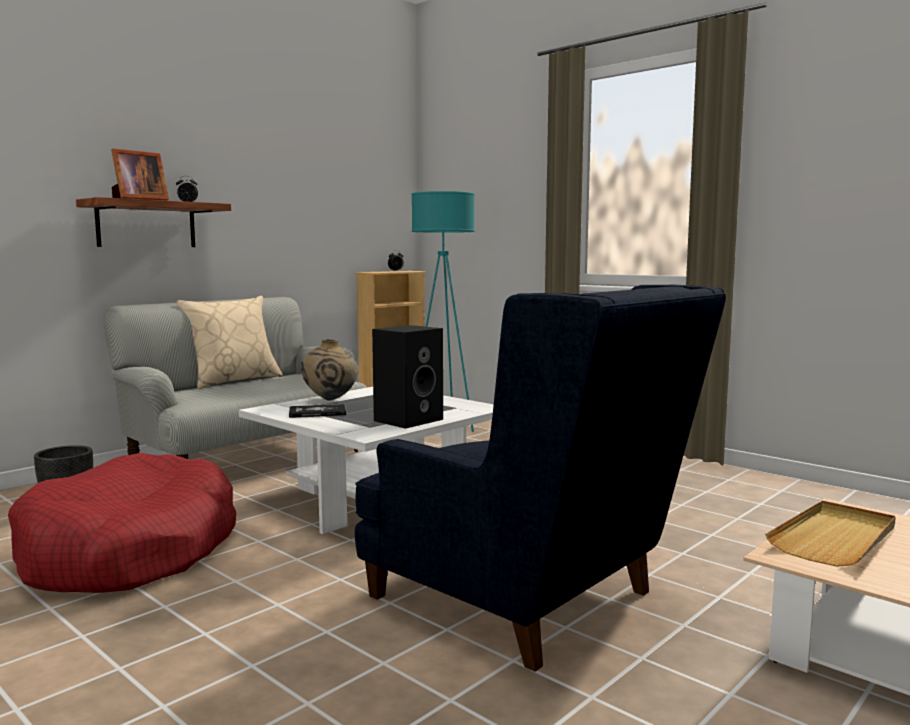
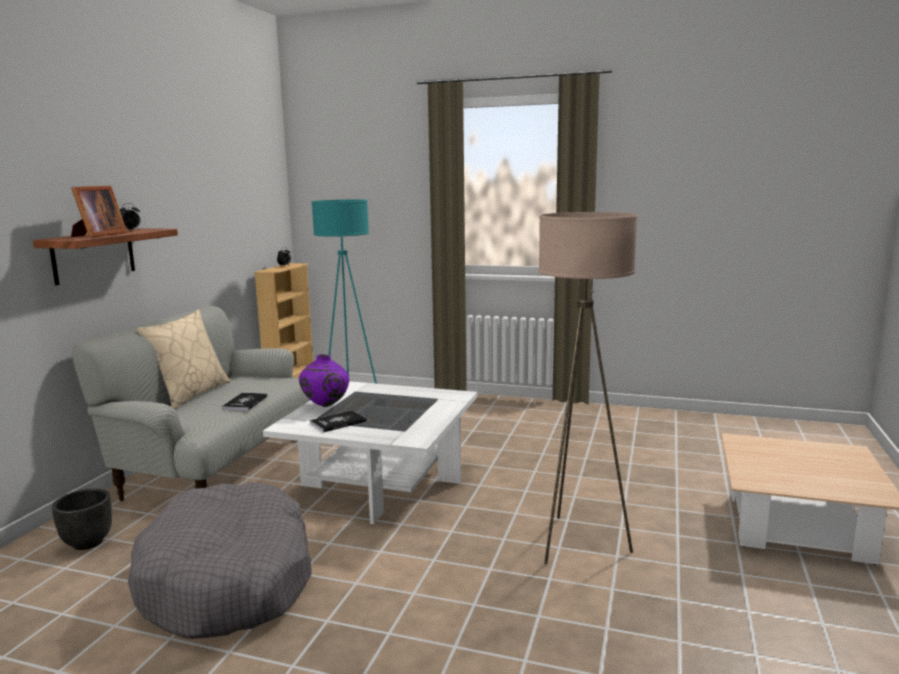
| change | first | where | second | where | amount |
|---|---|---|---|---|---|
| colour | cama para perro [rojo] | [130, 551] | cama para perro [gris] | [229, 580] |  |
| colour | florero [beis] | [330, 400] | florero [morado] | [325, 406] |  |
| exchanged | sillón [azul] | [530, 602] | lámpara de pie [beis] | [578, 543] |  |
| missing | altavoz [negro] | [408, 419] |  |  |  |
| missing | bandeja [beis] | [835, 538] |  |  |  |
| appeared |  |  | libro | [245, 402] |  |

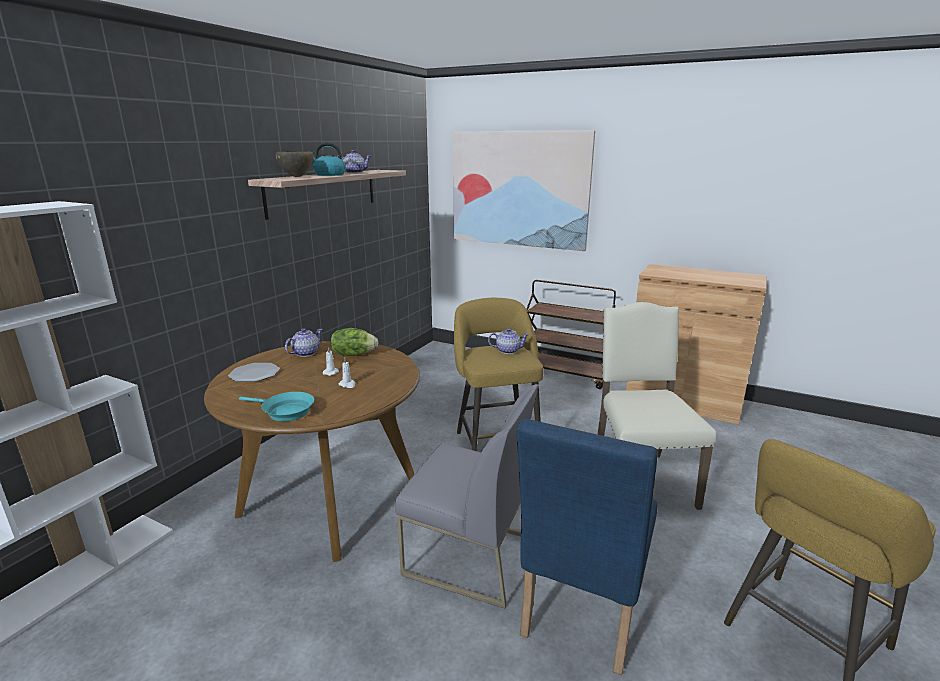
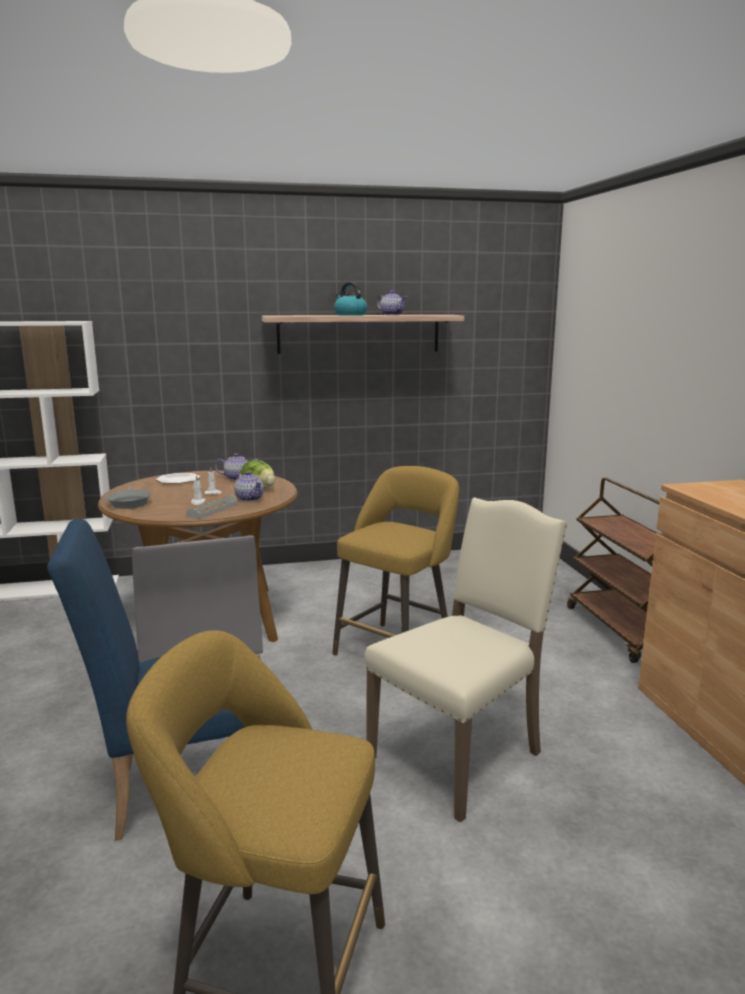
| change | first | where | second | where | amount |
|---|---|---|---|---|---|
| colour | sartén [turquesa] | [285, 411] | sartén [gris] | [129, 503] |  |
| missing | cuenco [marrón] | [297, 177] |  |  |  |
| missing | cuadro | [519, 189] |  |  |  |
| relocated | tetera | [508, 350] |  | [249, 498] |  |
| appeared |  |  | bandeja [gris] | [212, 510] |  |

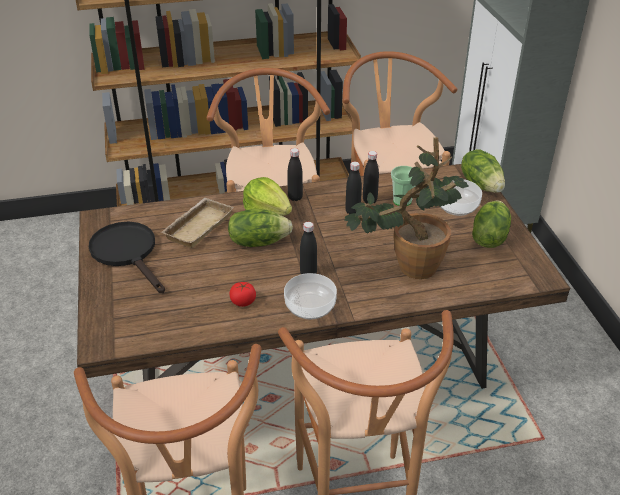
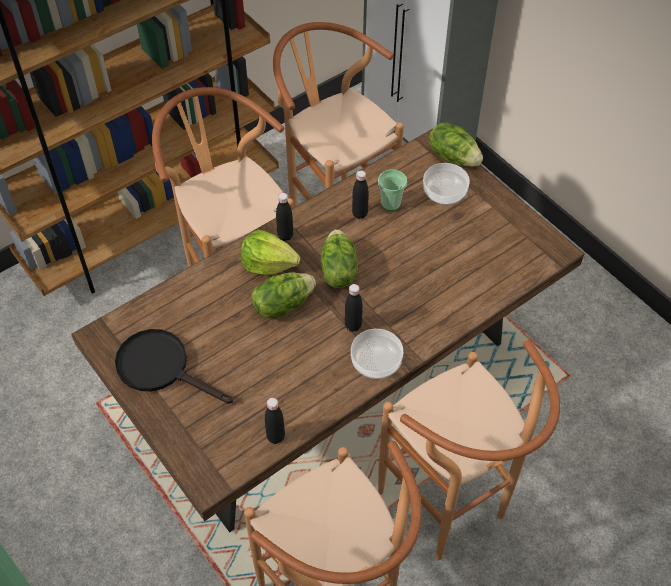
| change | first | where | second | where | amount |
|---|---|---|---|---|---|
| missing | bandeja [beis] | [197, 226] |  |  |  |
| missing | tomate | [243, 302] |  |  |  |
| missing | planta en maceta | [407, 267] |  |  |  |
| relocated | botella [negro] | [352, 211] |  | [275, 437] |  |
| relocated | lechuga | [488, 237] |  | [338, 270] |  |

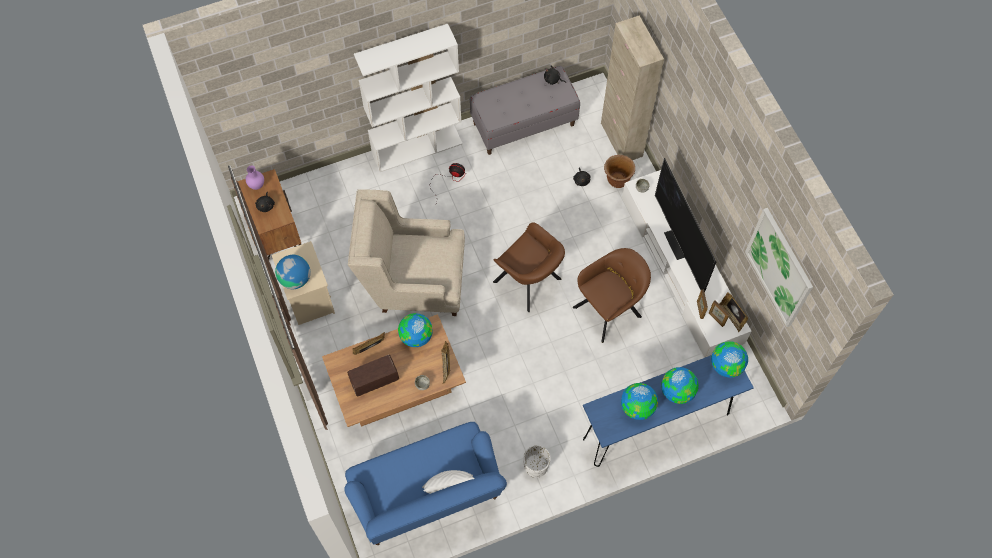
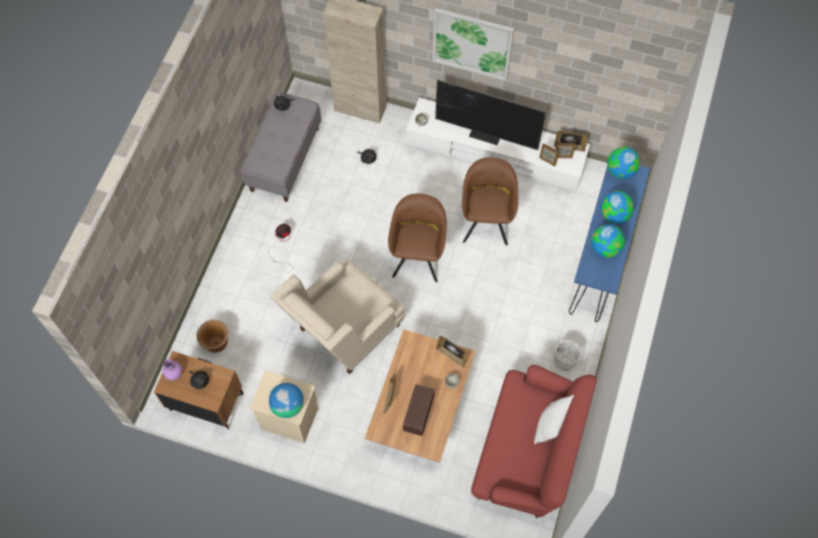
| change | first | where | second | where | amount |
|---|---|---|---|---|---|
| colour | sofá [azul] | [427, 496] | sofá [rojo] | [526, 453] |  |
| missing | estantería [blanco] | [417, 148] |  |  |  |
| missing | globo terráqueo | [416, 337] |  |  |  |
| spun | sillón [marrón] | [529, 283] |  | [418, 255] | 75 degrees counterclockwise |
| relocated | maceta [marrón] | [617, 180] |  | [216, 343] |  |
| relocated | cuadro | [779, 267] |  | [472, 43] |  |

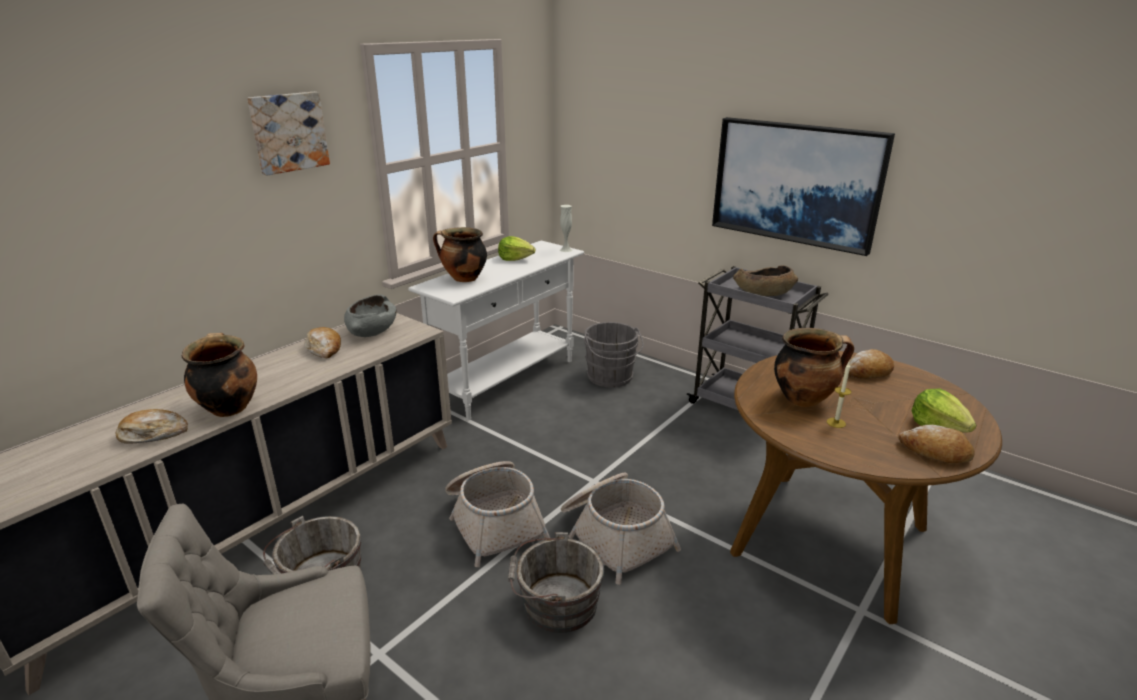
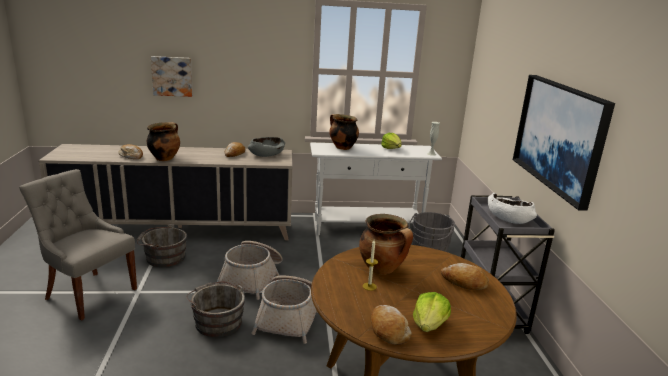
| change | first | where | second | where | amount |
|---|---|---|---|---|---|
| relocated | cuadro | [288, 132] |  | [172, 76] |  |
| colour | cuenco [marrón] | [763, 292] | cuenco [blanco] | [508, 218] |  |

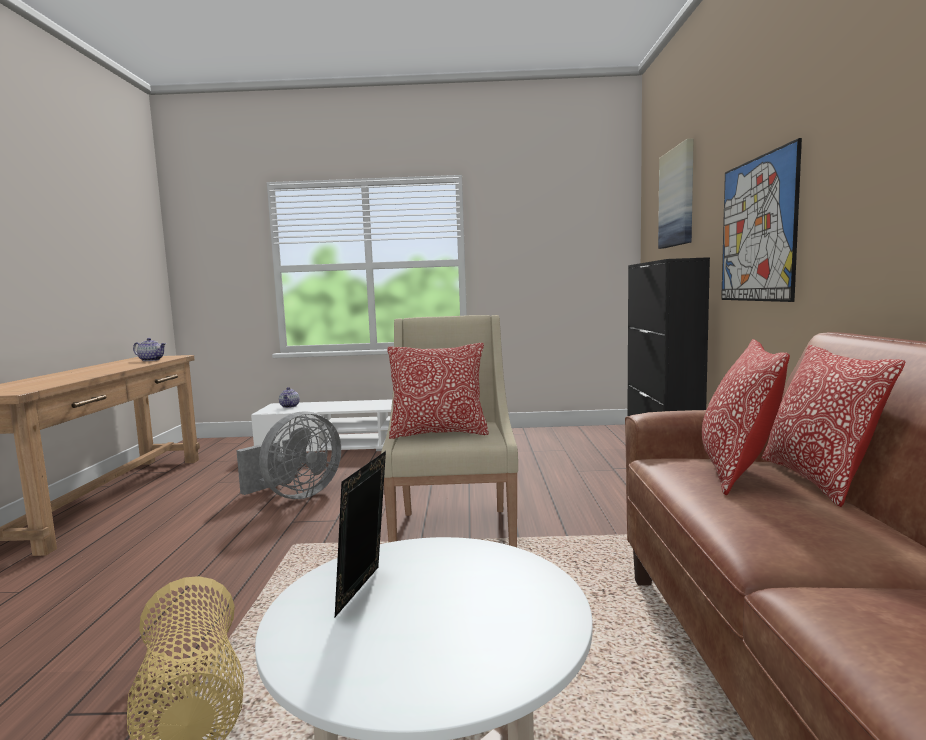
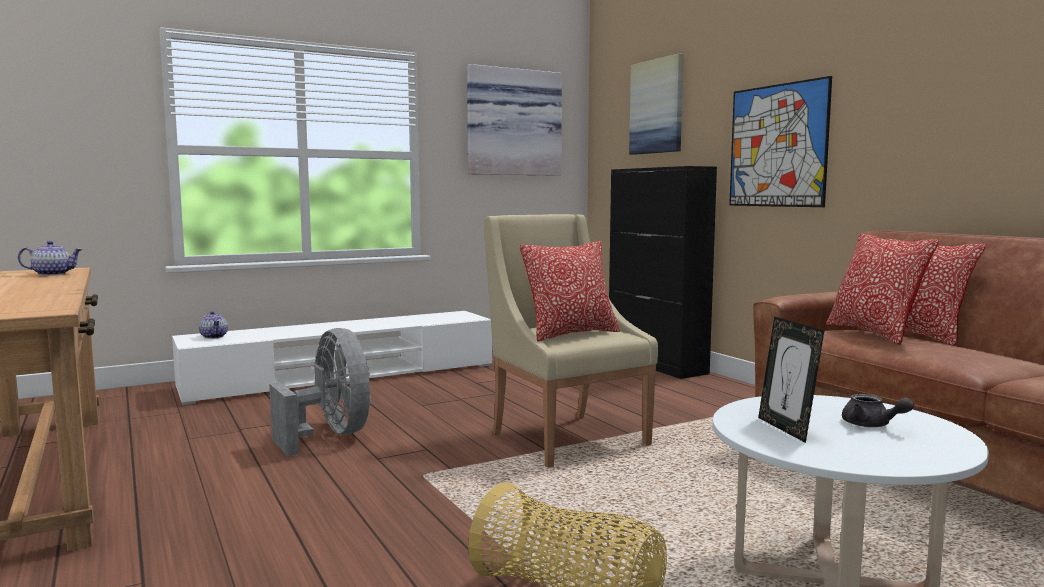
| change | first | where | second | where | amount |
|---|---|---|---|---|---|
| spun | ventilador [gris] | [296, 495] |  | [331, 436] | 45 degrees counterclockwise |
| appeared |  |  | cuadro | [513, 122] |  |
| appeared |  |  | tetera [gris] | [871, 425] |  |

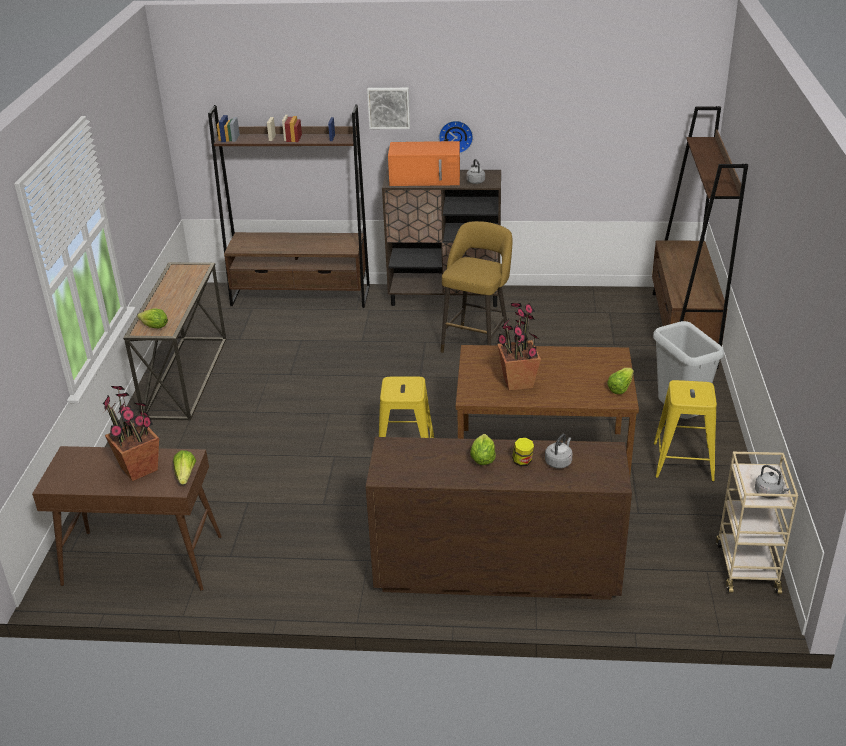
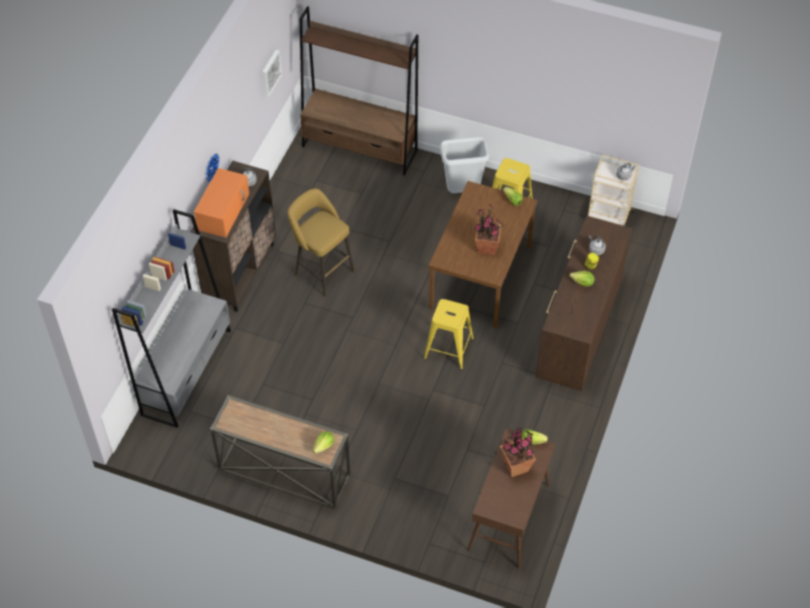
| change | first | where | second | where | amount |
|---|---|---|---|---|---|
| colour | estantería [marrón] | [301, 296] | estantería [gris] | [187, 372] |  |
| relocated | cuadro | [389, 107] |  | [270, 72] |  |

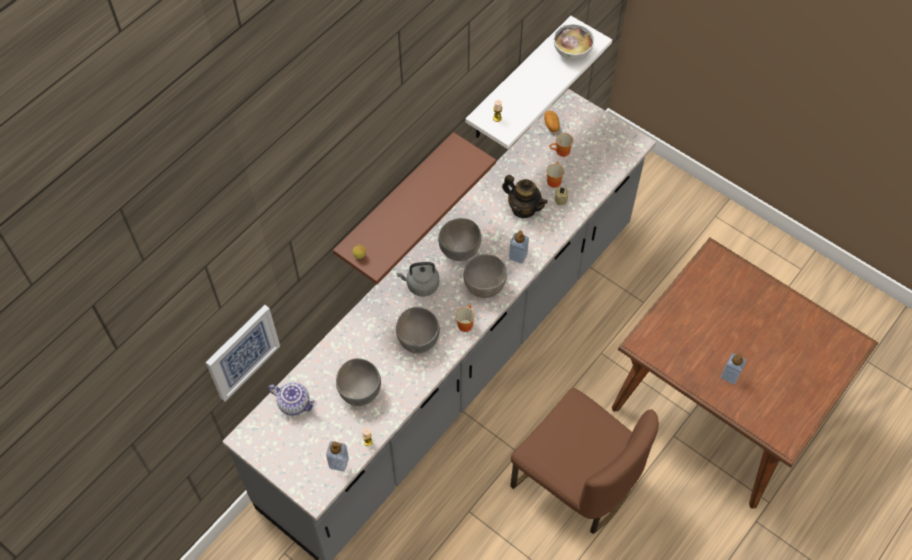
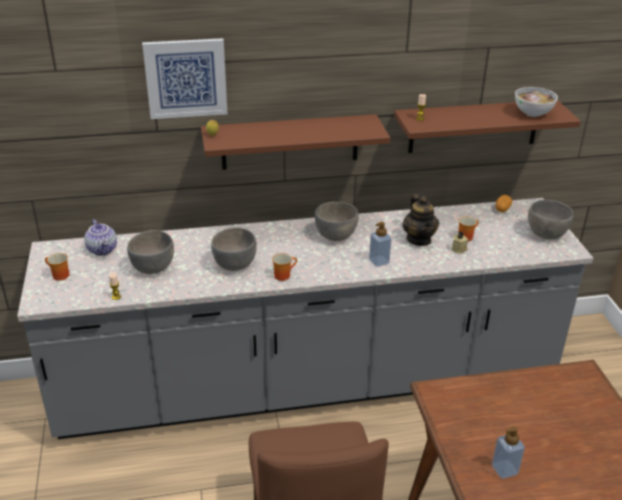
| change | first | where | second | where | amount |
|---|---|---|---|---|---|
| relocated | cuadro | [242, 352] |  | [186, 78] |  |
| missing | dispensador de jabón | [339, 462] |  |  |  |
| missing | hervidor [gris] | [421, 285] |  |  |  |
| relocated | cuenco [gris] | [484, 287] |  | [545, 234] |  |
| colour | estante [blanco] | [518, 81] | estante [marrón] | [474, 126] |  |
| relocated | taza grande | [561, 152] |  | [58, 276] |  |

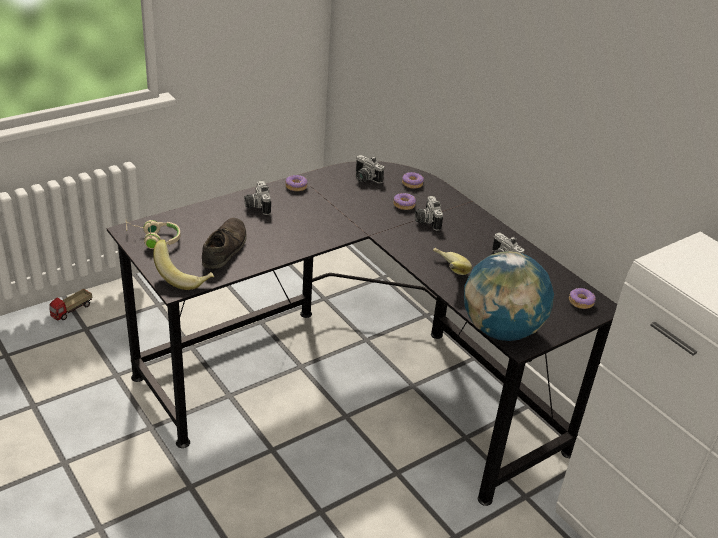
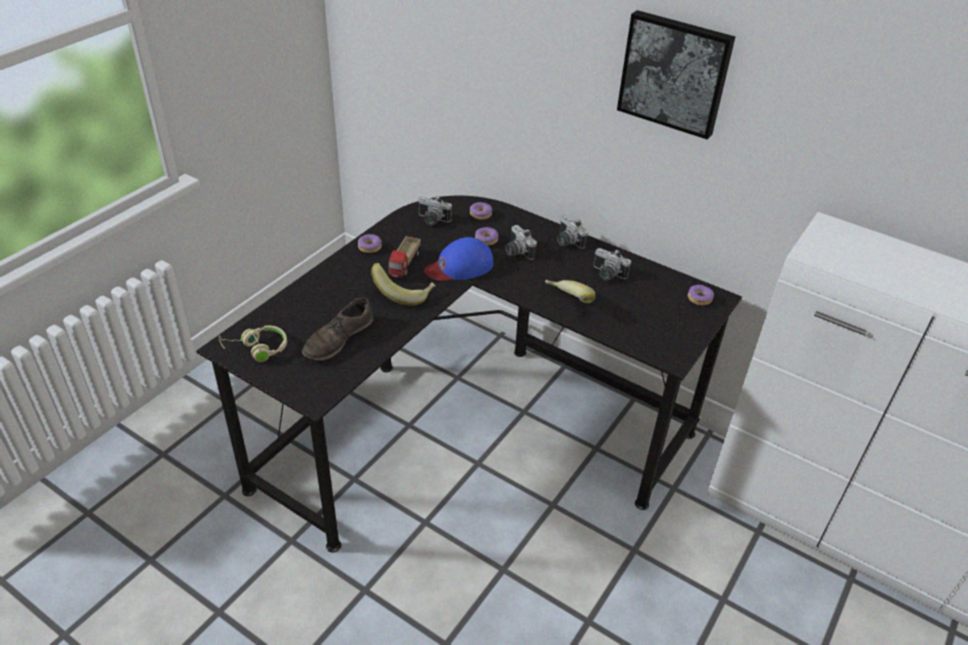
| change | first | where | second | where | amount |
|---|---|---|---|---|---|
| relocated | camión de juguete | [72, 311] |  | [405, 265] |  |
| relocated | plátano | [184, 277] |  | [404, 294] |  |
| spun | zapato [marrón] | [224, 248] |  | [338, 338] | 135 degrees counterclockwise |
| relocated | cámara | [256, 206] |  | [567, 242] |  |
| missing | globo terráqueo | [501, 330] |  |  |  |
| appeared |  |  | gorra [azul] | [460, 266] |  |
| appeared |  |  | cuadro | [675, 73] |  |

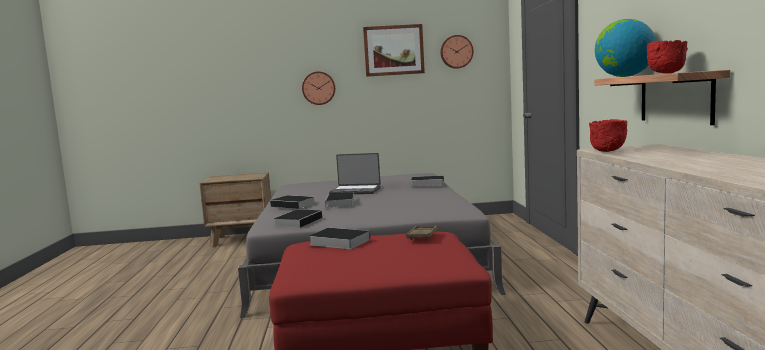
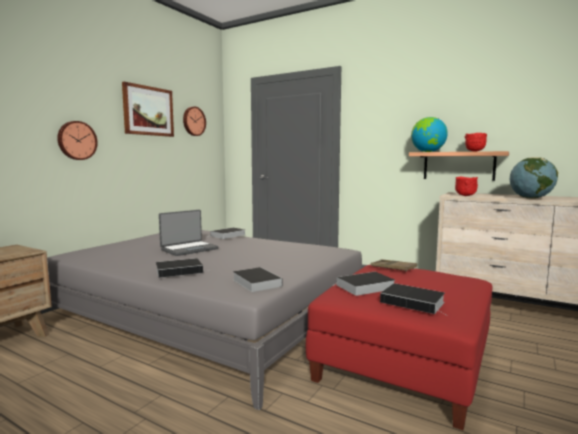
| change | first | where | second | where | amount |
|---|---|---|---|---|---|
| relocated | libro | [340, 203] |  | [414, 302] |  |
| appeared |  |  | globo terráqueo | [531, 198] |  |

